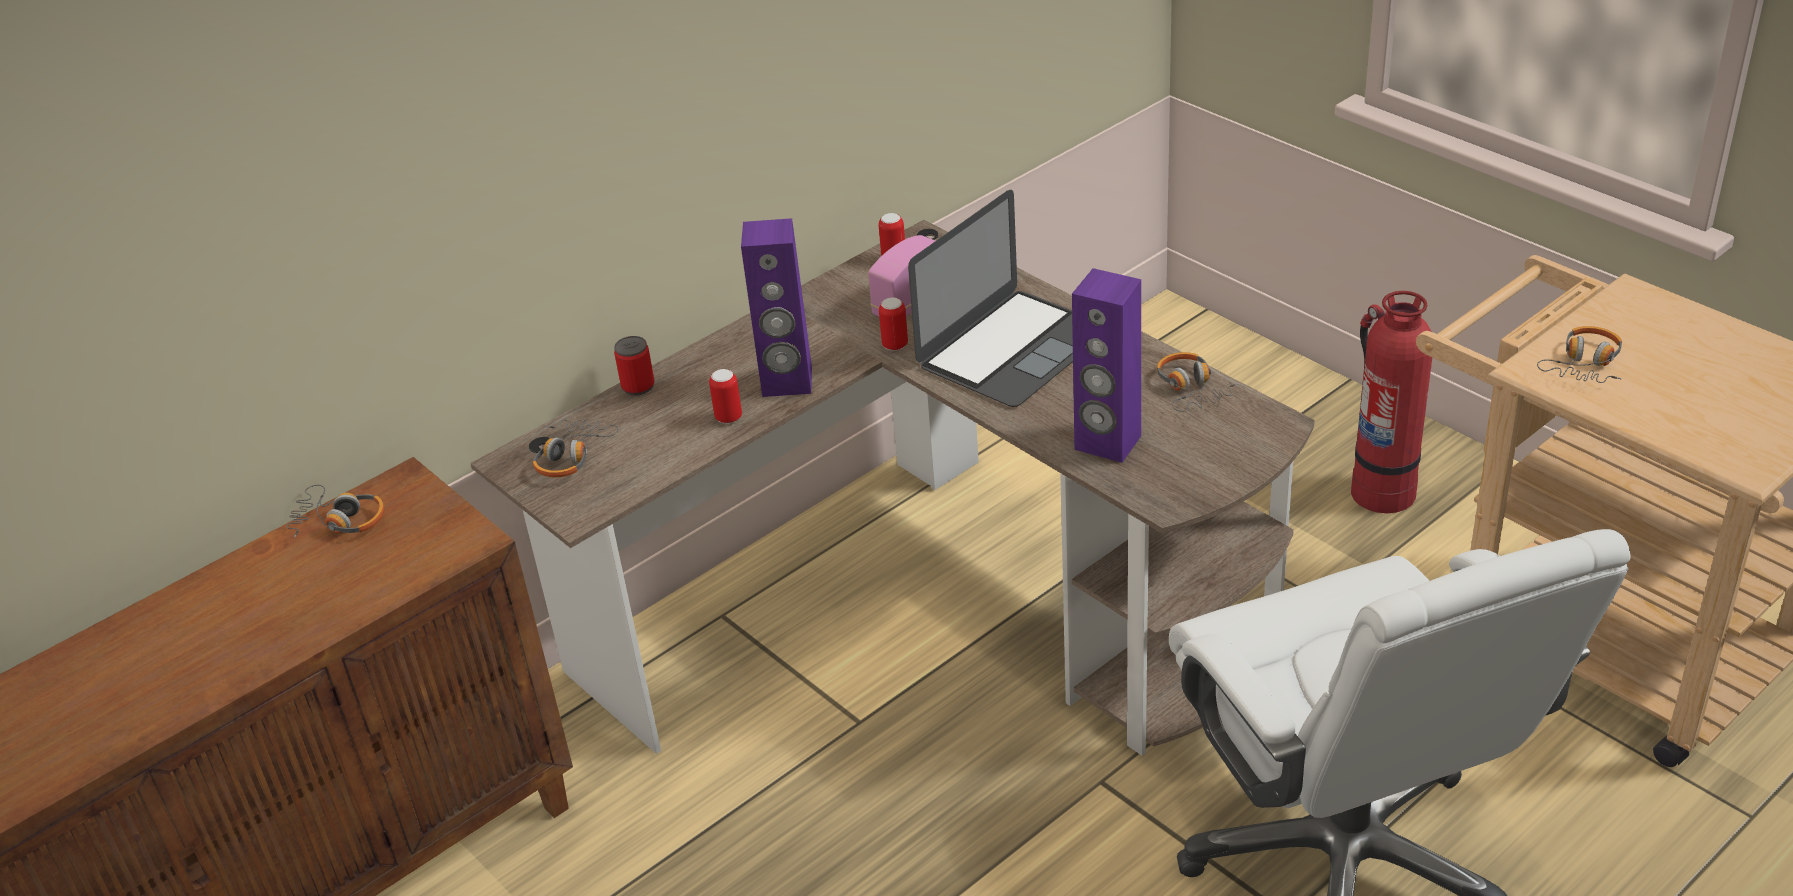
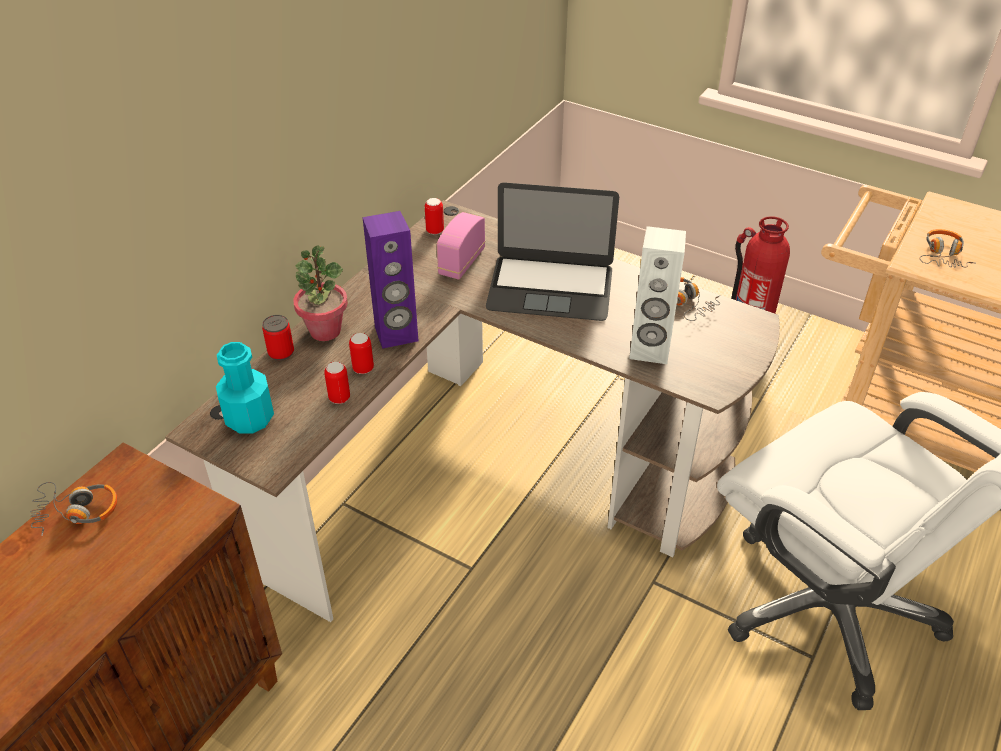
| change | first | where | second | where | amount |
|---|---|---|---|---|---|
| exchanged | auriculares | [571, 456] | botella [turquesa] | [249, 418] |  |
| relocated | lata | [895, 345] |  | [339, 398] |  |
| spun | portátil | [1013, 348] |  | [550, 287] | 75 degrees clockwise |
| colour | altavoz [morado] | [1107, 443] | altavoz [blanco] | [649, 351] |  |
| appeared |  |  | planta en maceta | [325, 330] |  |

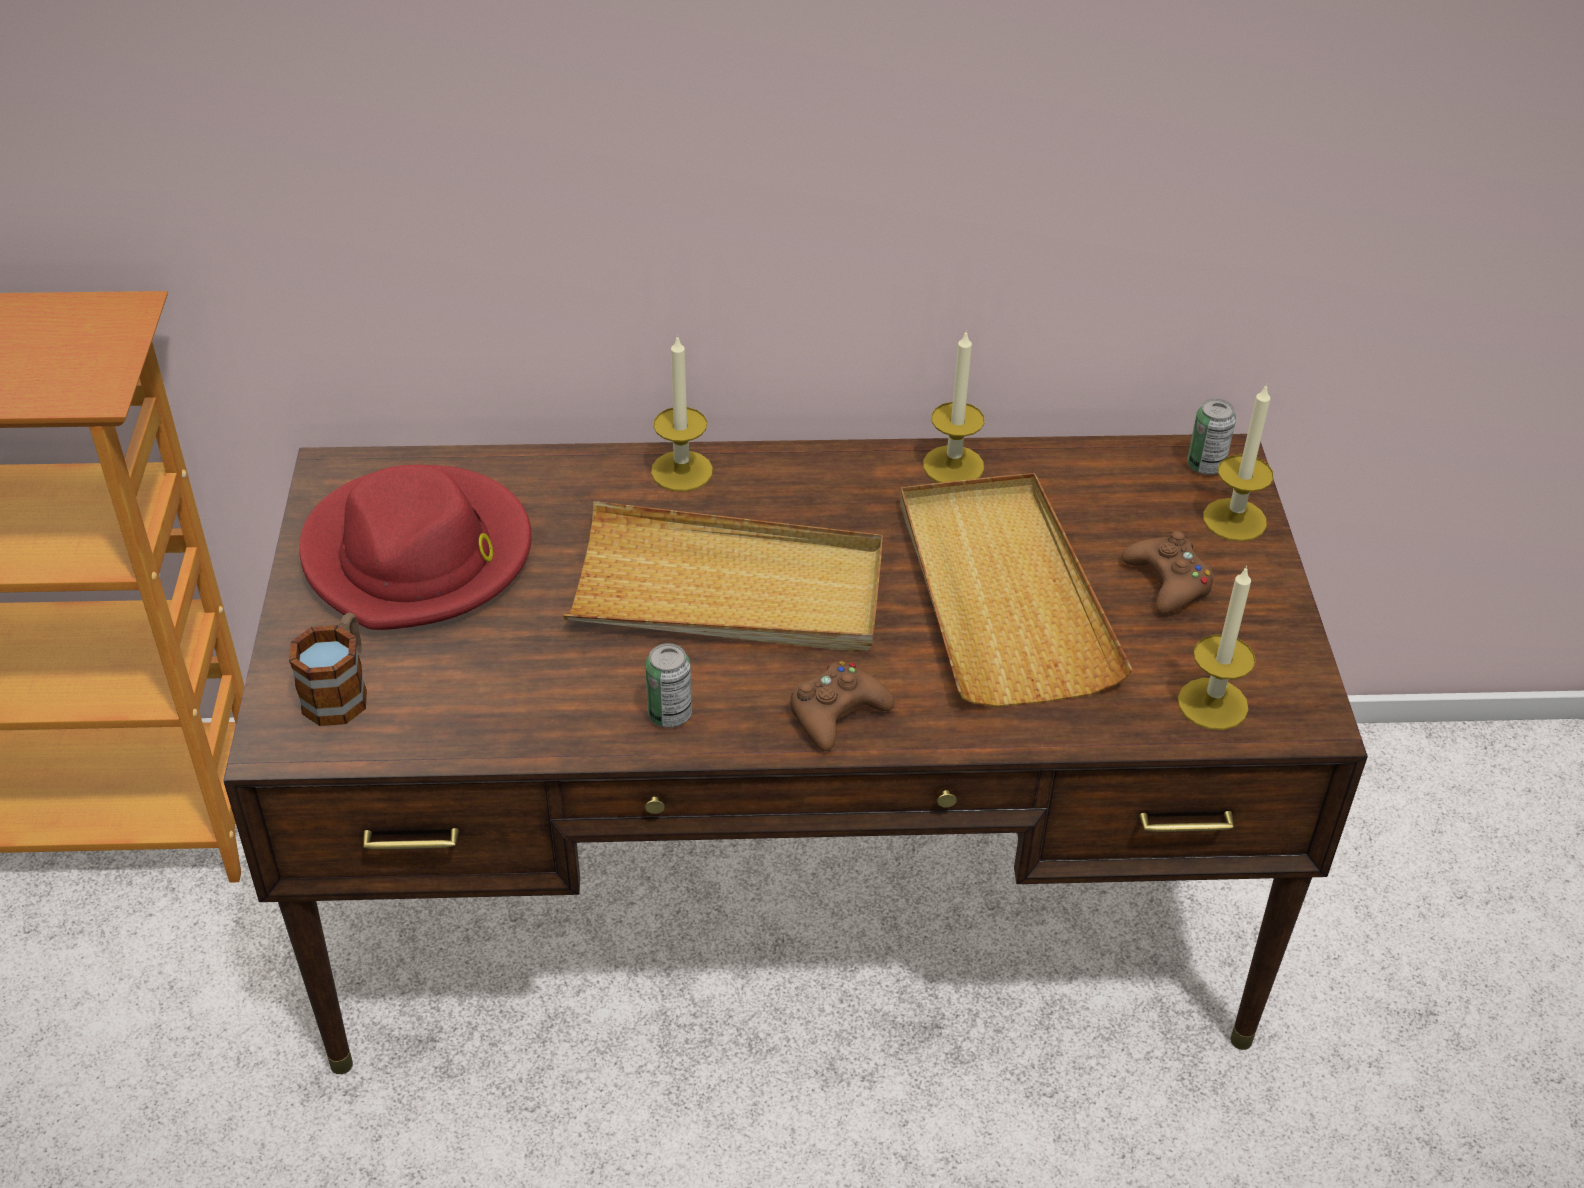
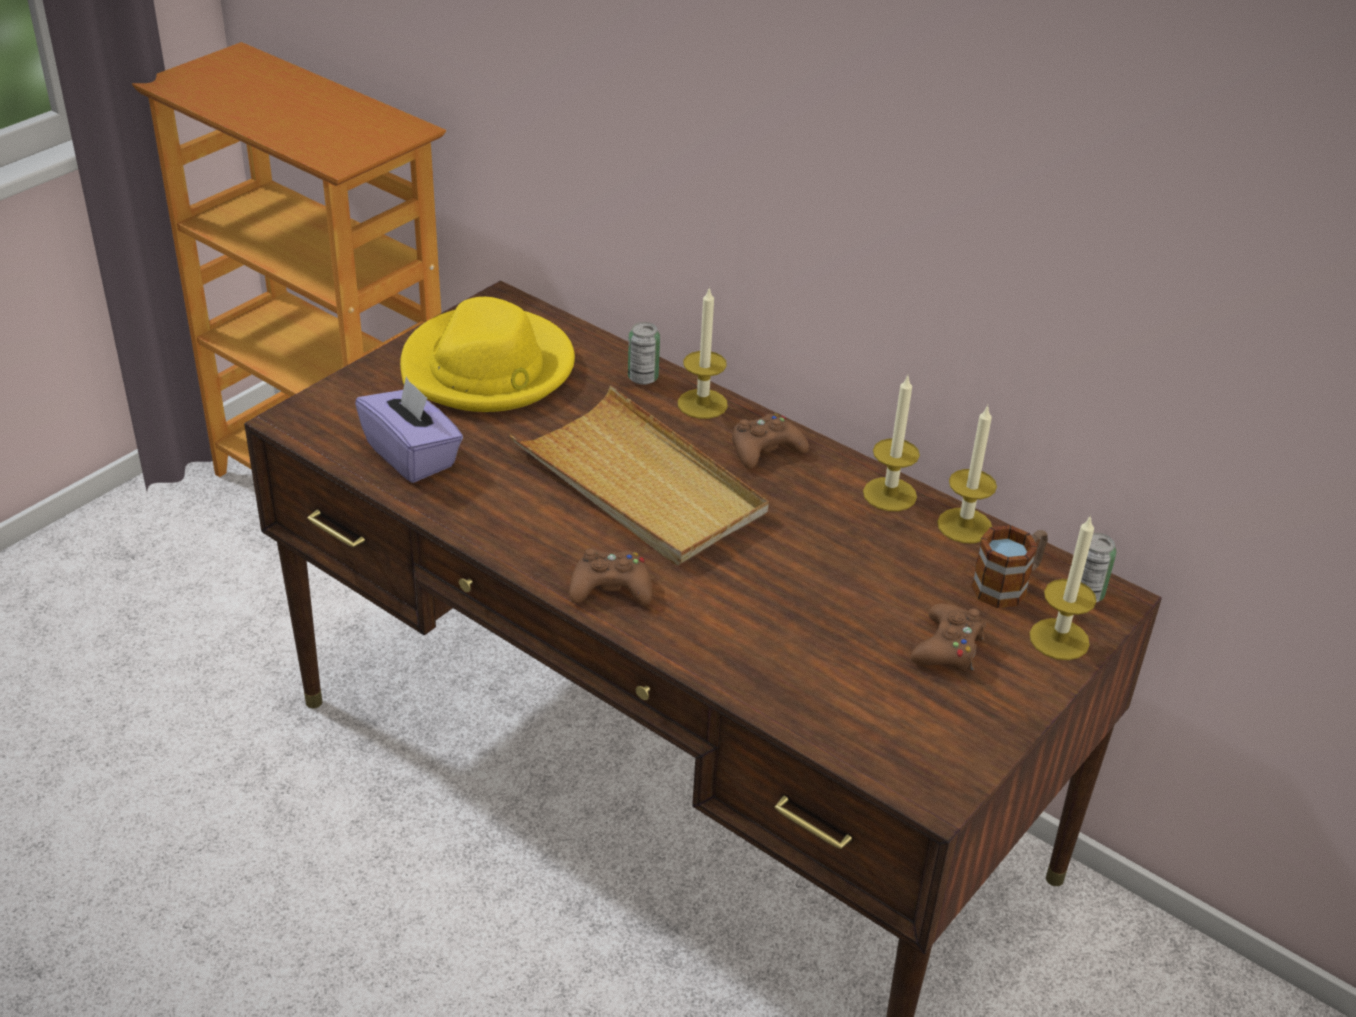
| change | first | where | second | where | amount |
|---|---|---|---|---|---|
| relocated | taza grande | [341, 691] |  | [1008, 585] |  |
| colour | sombrero [rojo] | [419, 555] | sombrero [amarillo] | [488, 368] |  |
| relocated | lata | [670, 714] |  | [643, 378] |  |
| missing | bandeja [beis] | [1002, 594] |  |  |  |
| relocated | vela | [1212, 704] |  | [964, 525] |  |
| appeared |  |  | caja de pañuelos [morado] | [412, 455] |  |
| appeared |  |  | mando de consola [marrón] | [765, 450] |  |

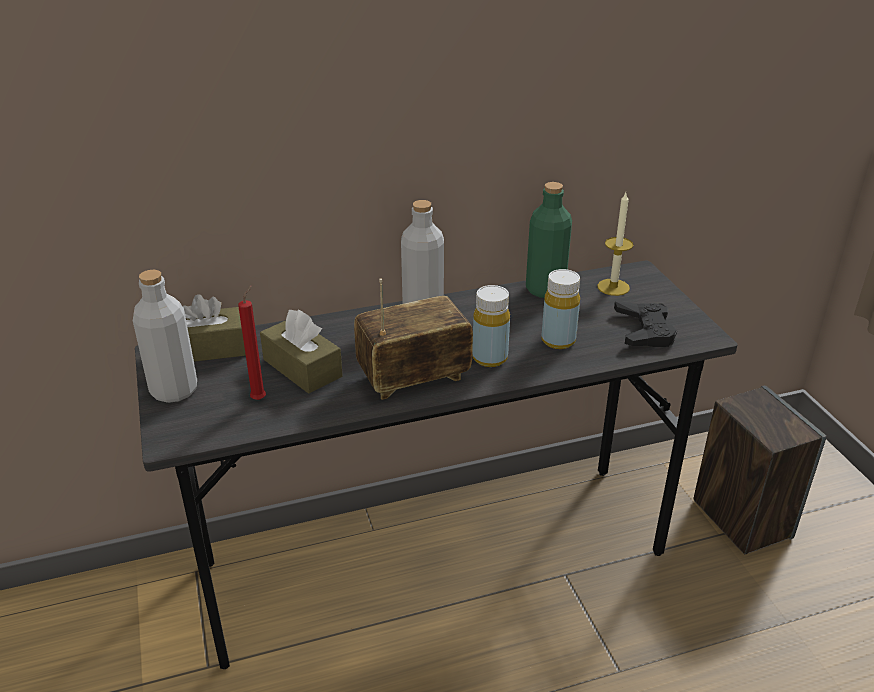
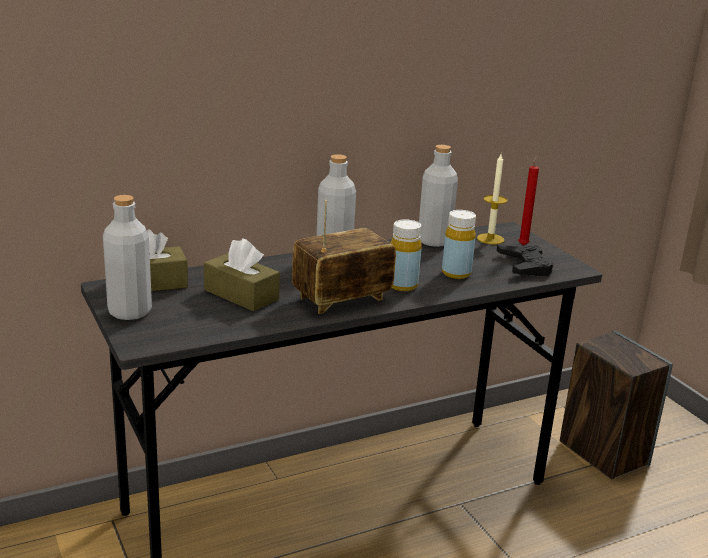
| change | first | where | second | where | amount |
|---|---|---|---|---|---|
| relocated | vela [rojo] | [260, 398] |  | [523, 245] |  |
| colour | botella [verde] | [545, 289] | botella [gris] | [434, 241] |  |

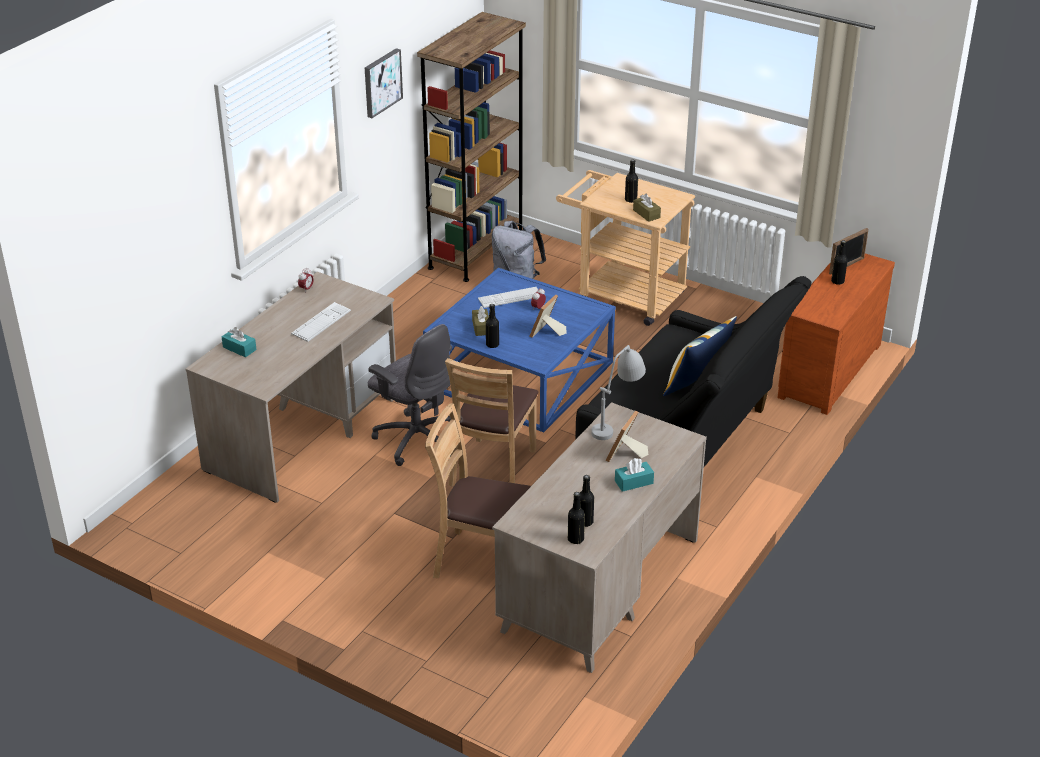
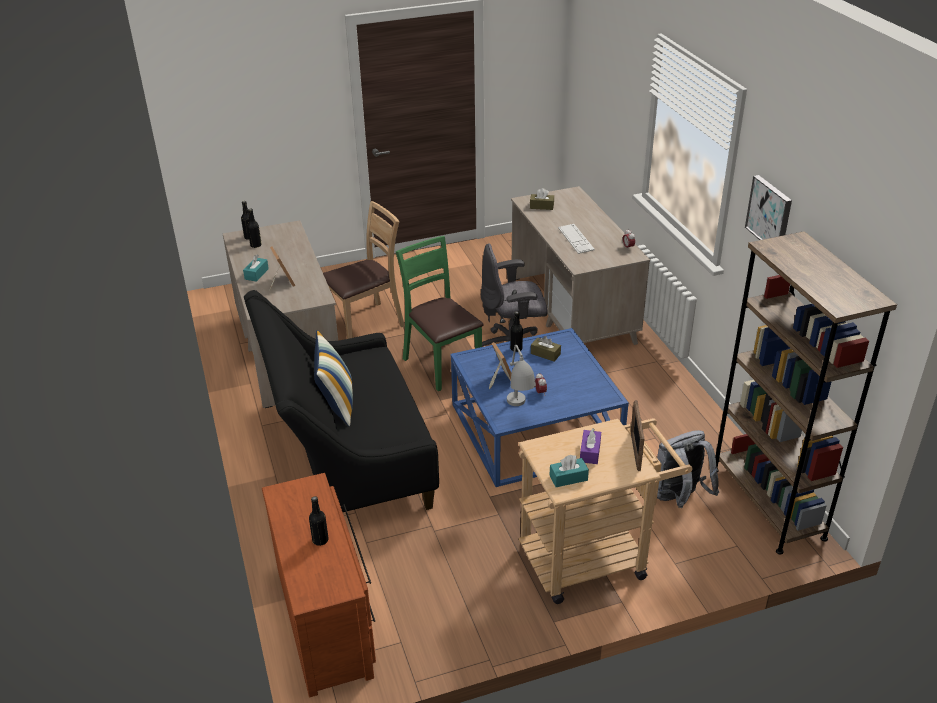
| change | first | where | second | where | amount |
|---|---|---|---|---|---|
| relocated | caja de pañuelos [turquesa] | [239, 348] |  | [568, 478] |  |
| colour | silla [marrón] | [493, 469] | silla [verde] | [442, 365] |  |
| missing | teclado | [510, 298] |  |  |  |
| relocated | lámpara de mesa [gris] | [617, 422] |  | [519, 413] |  |
| exchanged | botella [negro] | [630, 200] | caja de pañuelos [morado] | [590, 452] |  |
| relocated | caja de pañuelos [marrón] | [646, 214] |  | [541, 206] |  |
| relocated | portarretratos | [846, 266] |  | [635, 451] |  |

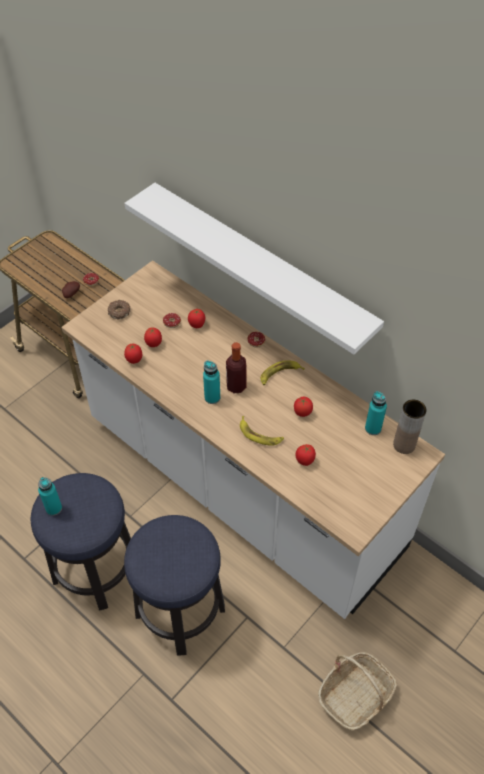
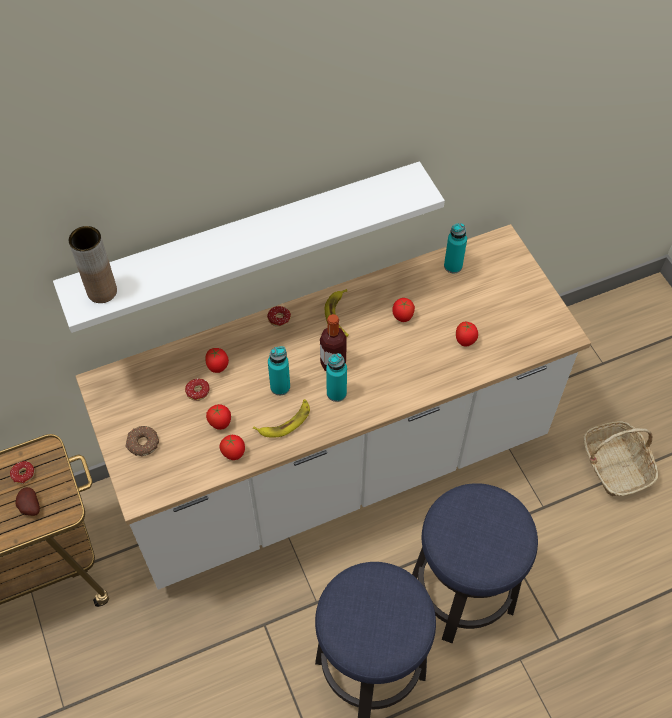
| change | first | where | second | where | amount |
|---|---|---|---|---|---|
| relocated | botella [turquesa] | [54, 508] |  | [280, 387] |  |
| relocated | plátano | [260, 434] |  | [285, 421] |  |
| relocated | florero [marrón] | [404, 445] |  | [102, 291] |  |

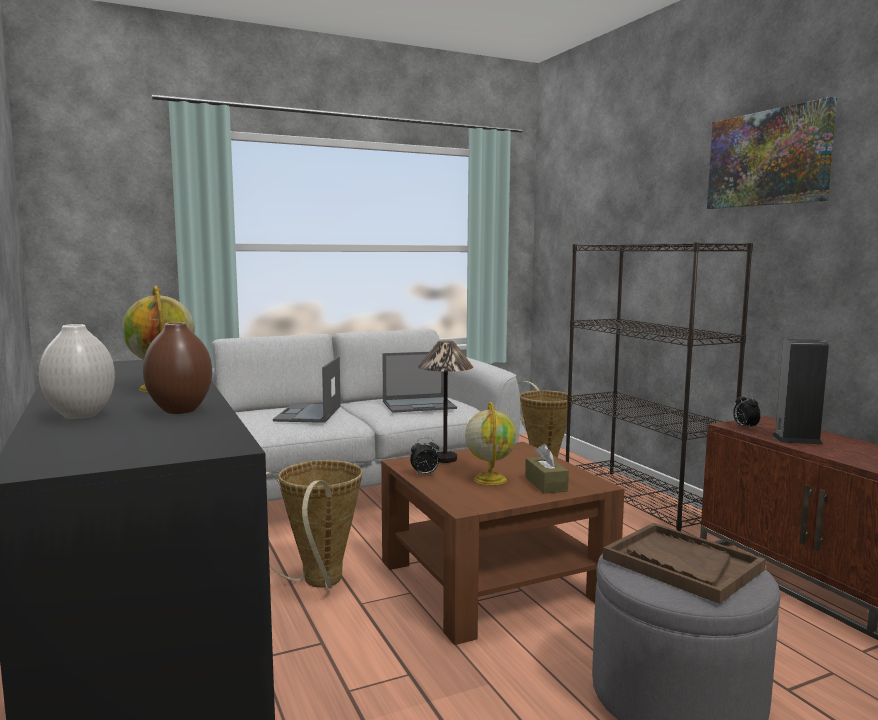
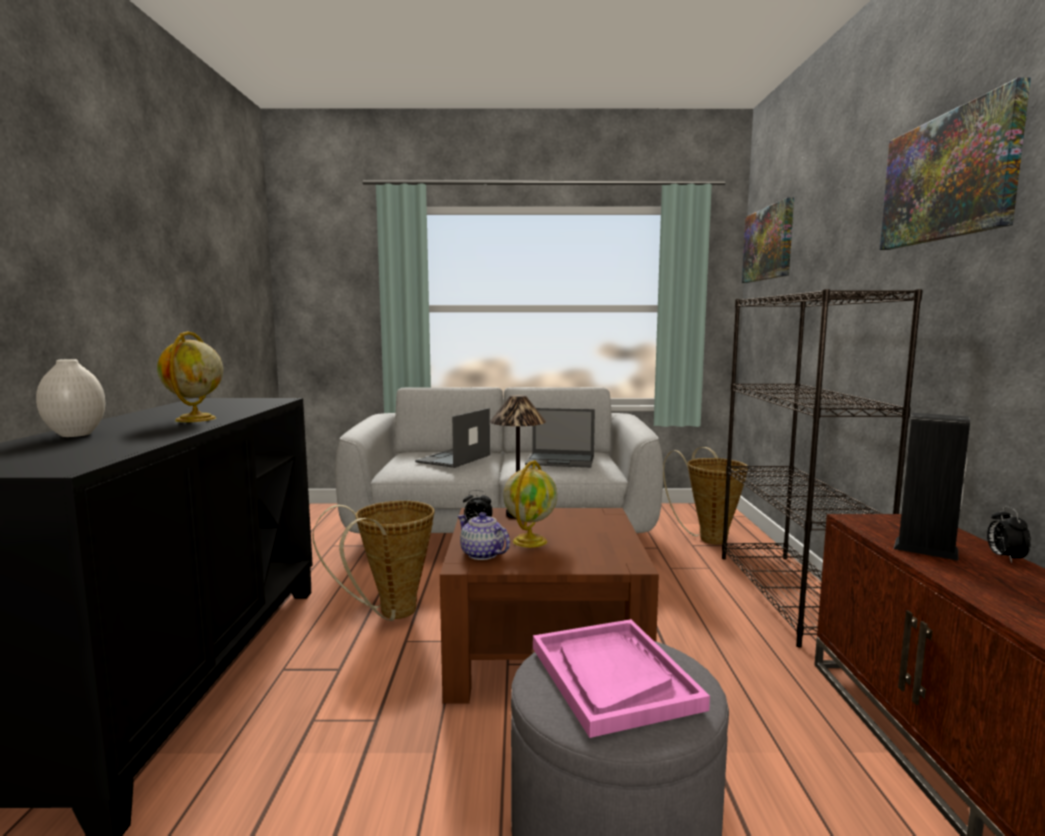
| change | first | where | second | where | amount |
|---|---|---|---|---|---|
| missing | florero [marrón] | [180, 411] |  |  |  |
| missing | caja de pañuelos [marrón] | [546, 484] |  |  |  |
| colour | bandeja [marrón] | [681, 564] | bandeja [rosa] | [612, 676] |  |
| relocated | despertador | [744, 427] |  | [1004, 558] |  |
| appeared |  |  | tetera | [482, 554] |  |
| appeared |  |  | cuadro | [768, 244] |  |

